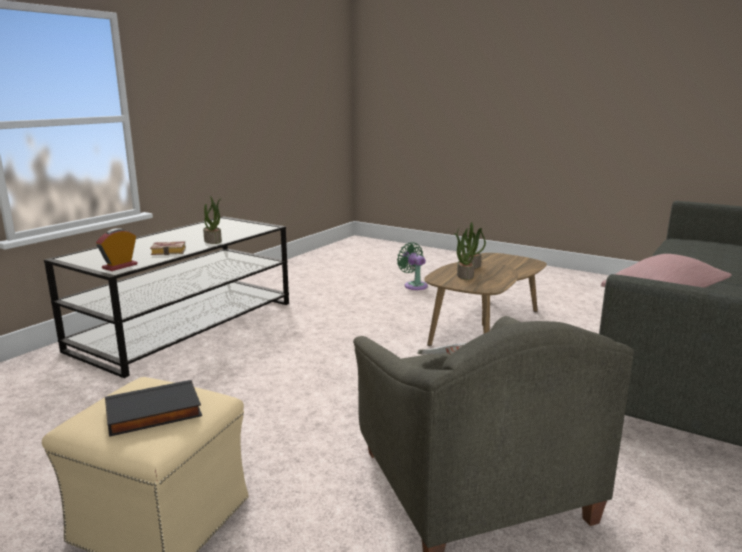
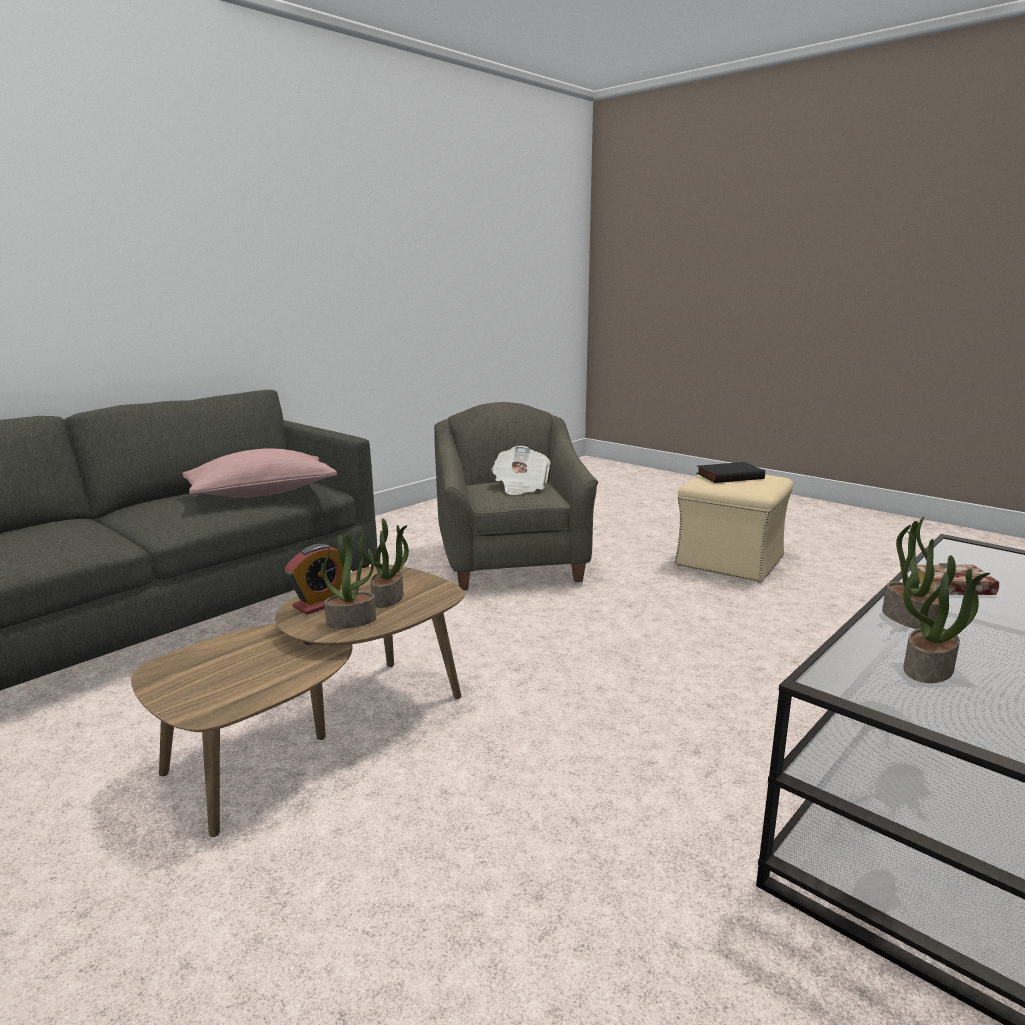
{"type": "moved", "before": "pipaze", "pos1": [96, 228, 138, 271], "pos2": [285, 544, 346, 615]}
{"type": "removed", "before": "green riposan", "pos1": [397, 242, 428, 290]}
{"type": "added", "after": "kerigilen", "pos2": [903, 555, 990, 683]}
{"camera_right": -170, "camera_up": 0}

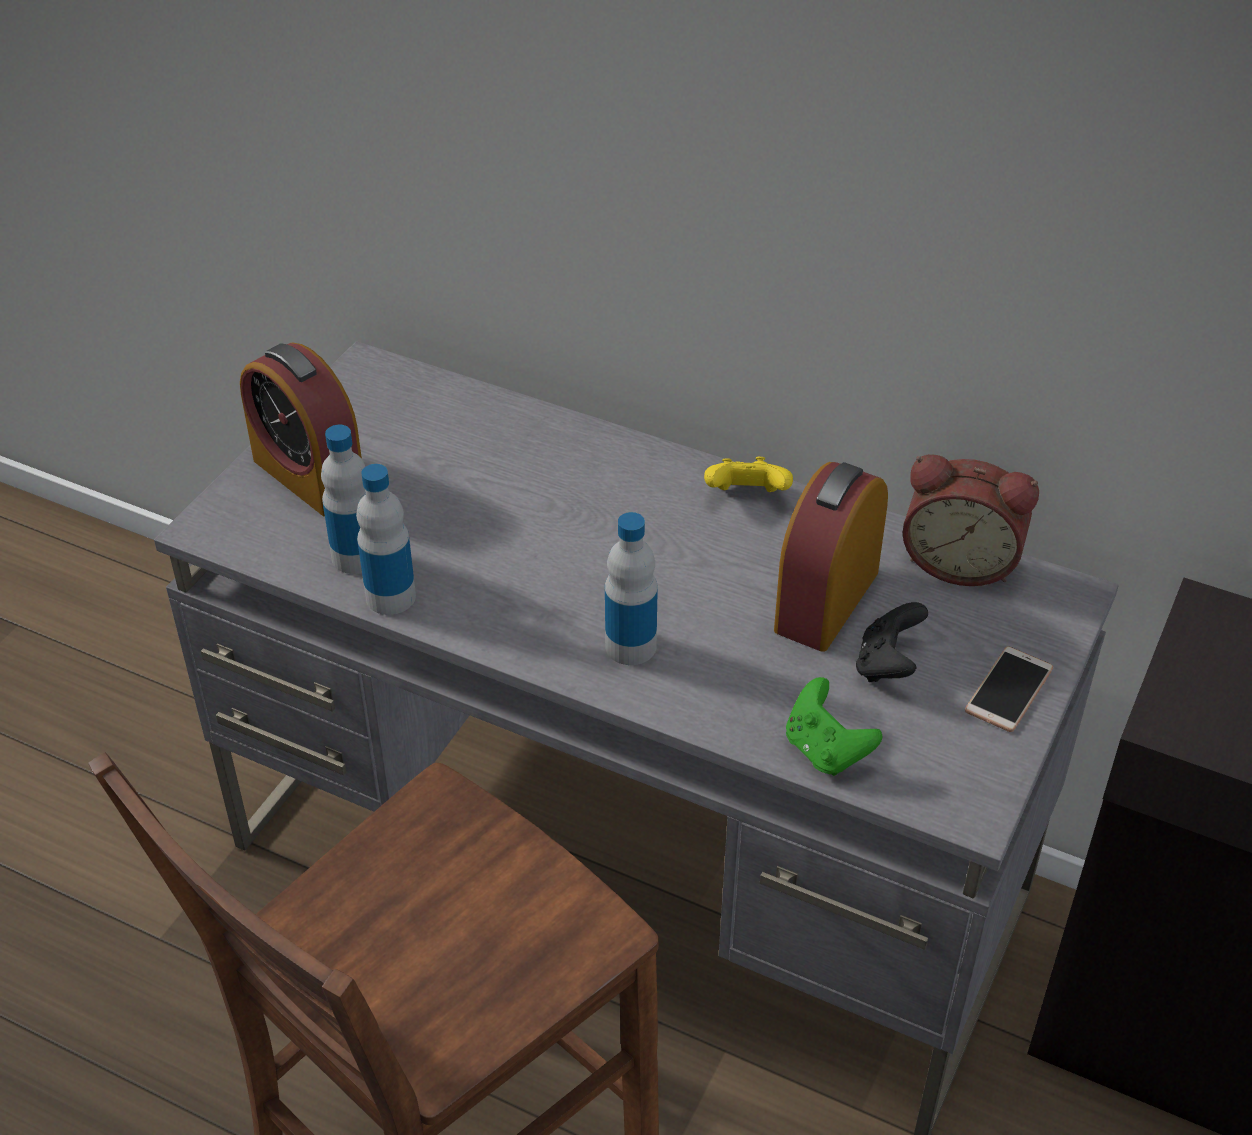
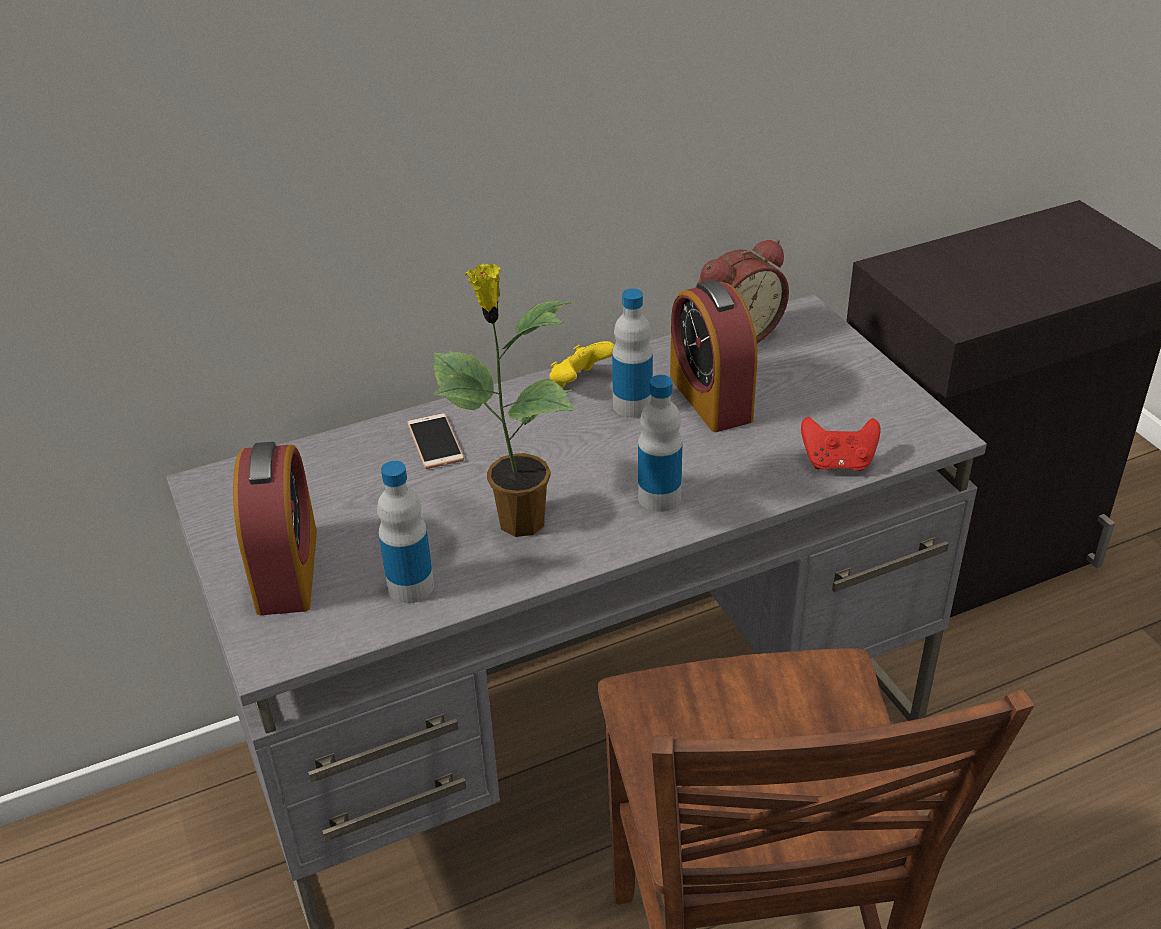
{"type": "turned", "before": "pipaze", "pos1": [240, 342, 362, 517], "pos2": [233, 442, 317, 615], "turn": -90}
{"type": "moved", "before": "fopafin", "pos1": [356, 464, 416, 615], "pos2": [612, 288, 653, 418]}
{"type": "recoloured", "before": "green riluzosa", "after": "red riluzosa", "pos1": [786, 677, 882, 776], "pos2": [801, 417, 880, 471]}
{"type": "removed", "before": "black riluzosa", "pos1": [856, 602, 928, 682]}
{"type": "moved", "before": "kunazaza", "pos1": [965, 646, 1053, 732], "pos2": [407, 413, 464, 469]}
{"type": "added", "after": "kerigilen", "pos2": [432, 263, 576, 537]}
{"camera_right": -50, "camera_up": -5}

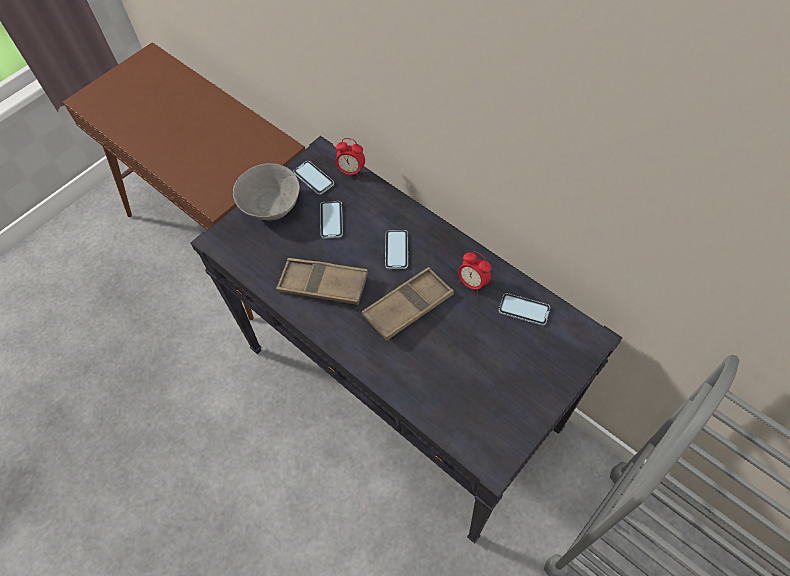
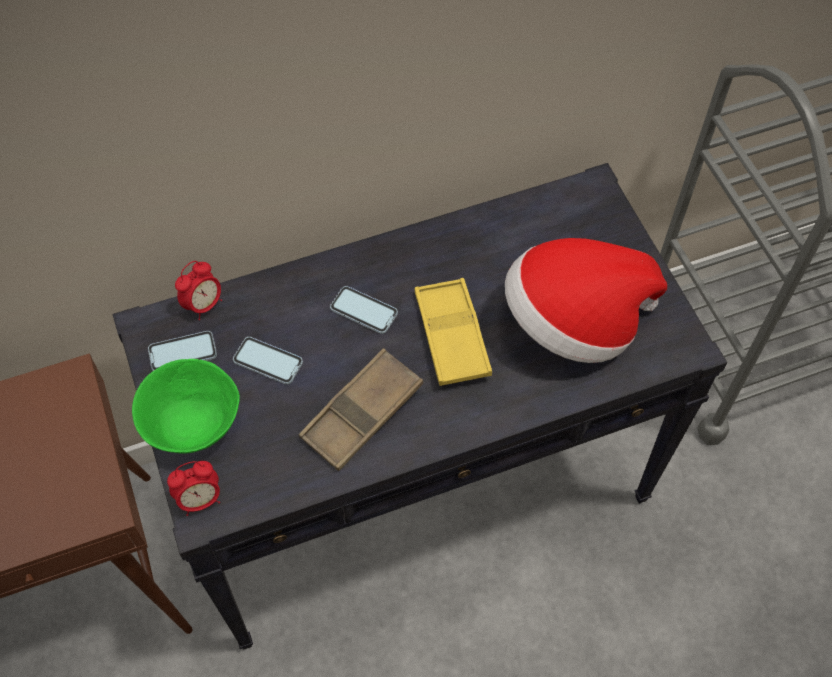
{"type": "recoloured", "before": "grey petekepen", "after": "green petekepen", "pos1": [233, 163, 300, 221], "pos2": [132, 359, 240, 454]}
{"type": "recoloured", "before": "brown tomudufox", "after": "yellow tomudufox", "pos1": [362, 267, 454, 341], "pos2": [415, 278, 492, 386]}
{"type": "moved", "before": "pipaze", "pos1": [458, 251, 492, 294], "pos2": [167, 461, 220, 516]}
{"type": "removed", "before": "kunazaza", "pos1": [499, 293, 550, 326]}
{"type": "added", "after": "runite", "pos2": [505, 238, 667, 363]}
{"camera_right": -65, "camera_up": 0}

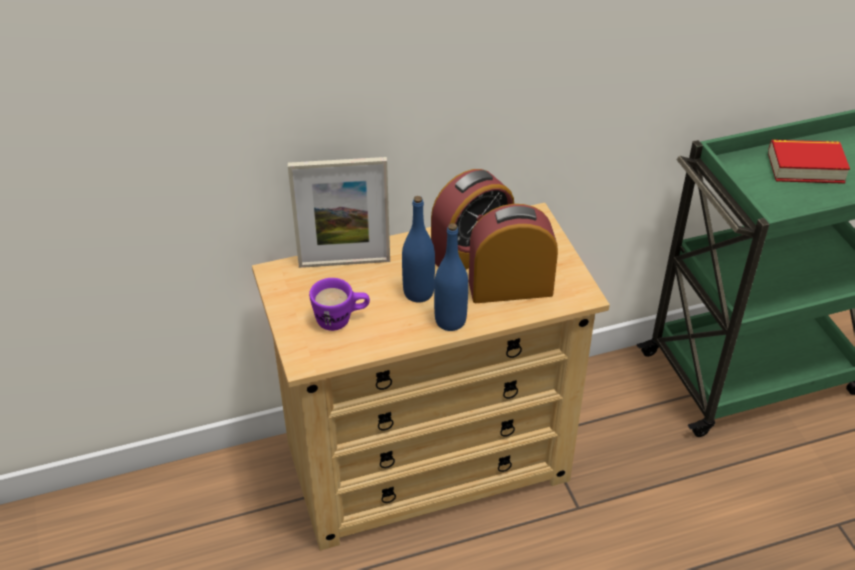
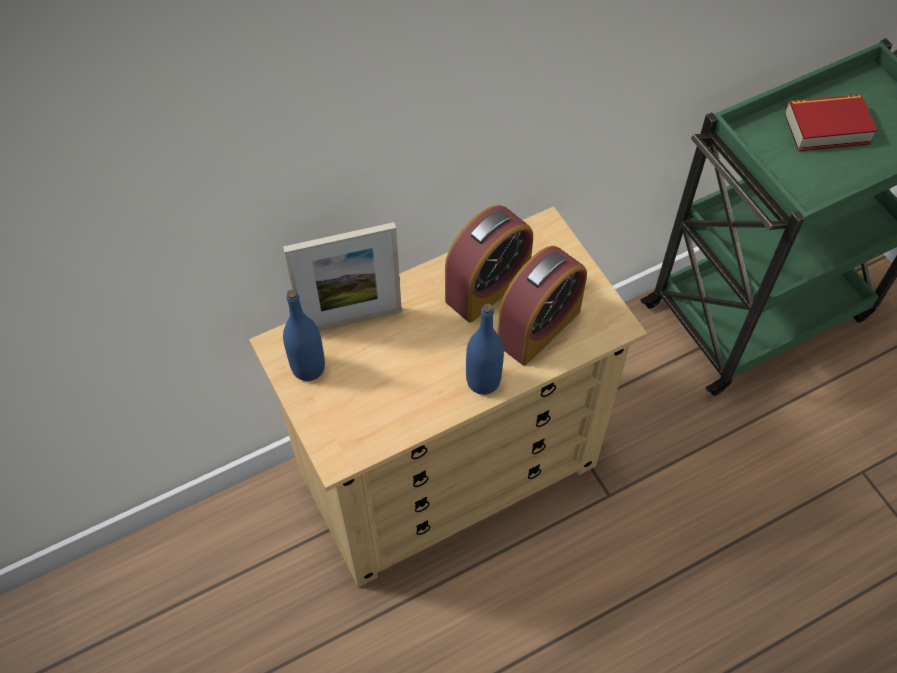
{"type": "removed", "before": "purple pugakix", "pos1": [309, 278, 370, 331]}
{"type": "moved", "before": "blue fopafin", "pos1": [402, 196, 435, 303], "pos2": [283, 289, 325, 381]}
{"type": "turned", "before": "pipaze", "pos1": [469, 204, 558, 303], "pos2": [498, 246, 587, 366], "turn": 150}
{"camera_right": -10, "camera_up": 15}

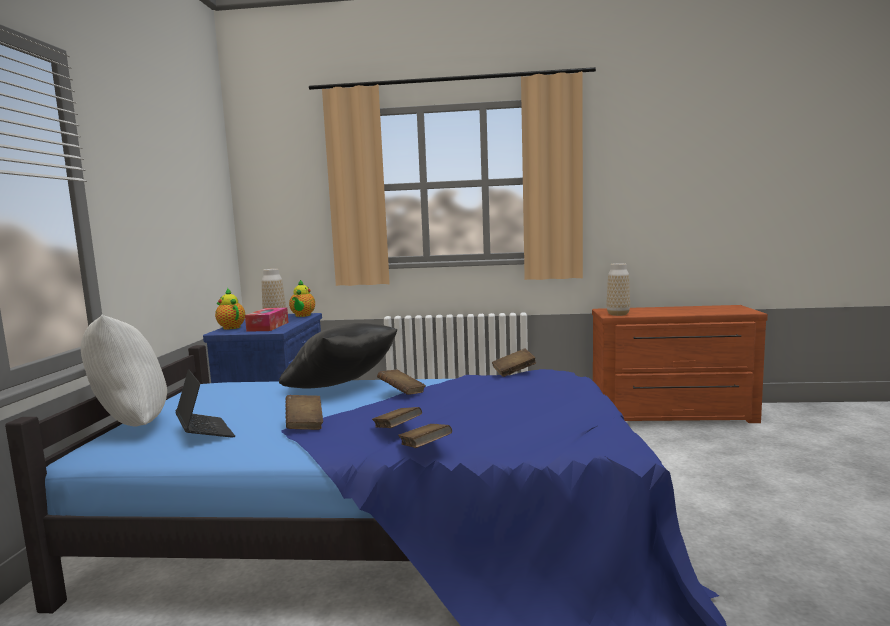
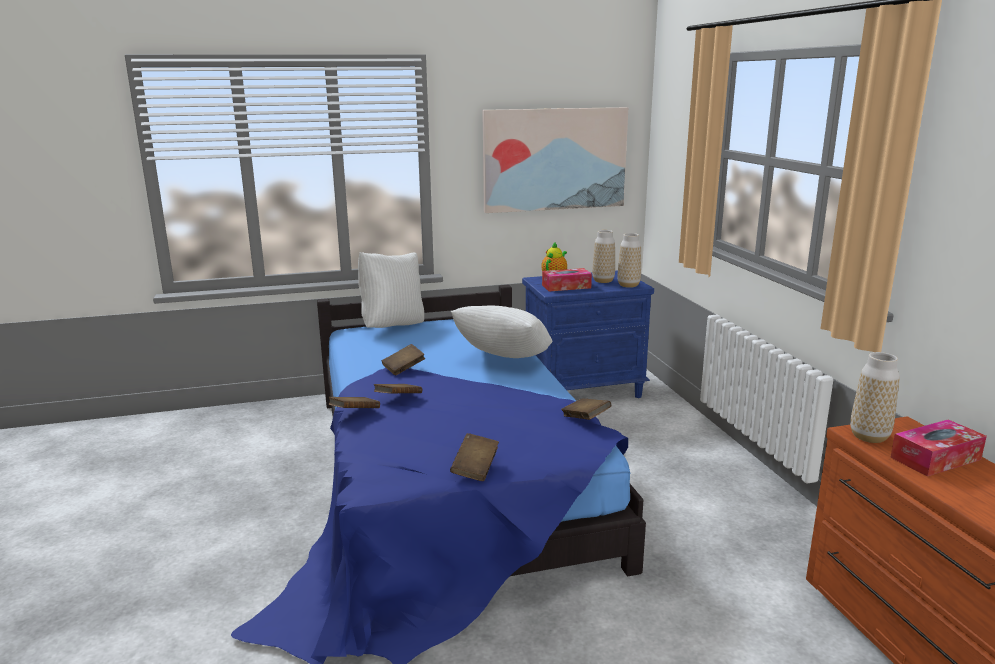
{"type": "removed", "before": "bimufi", "pos1": [175, 369, 235, 438]}
{"type": "recoloured", "before": "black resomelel", "after": "white resomelel", "pos1": [279, 323, 397, 389], "pos2": [450, 306, 552, 358]}
{"type": "replaced", "before": "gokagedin", "after": "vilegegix", "pos1": [289, 280, 315, 317], "pos2": [618, 233, 641, 288]}
{"type": "moved", "before": "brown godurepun", "pos1": [377, 369, 426, 395], "pos2": [450, 433, 499, 481]}
{"type": "added", "after": "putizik", "pos2": [482, 107, 628, 213]}
{"type": "added", "after": "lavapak", "pos2": [891, 420, 987, 476]}
{"camera_right": 70, "camera_up": 10}

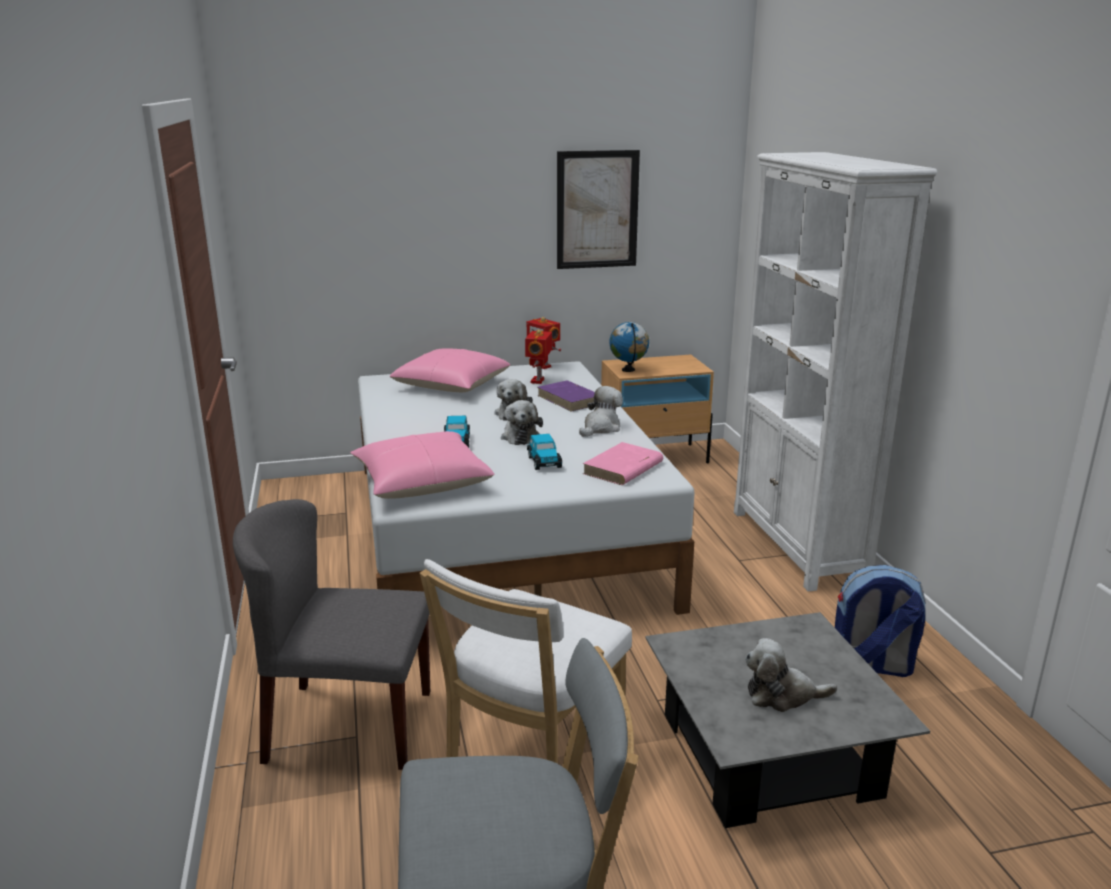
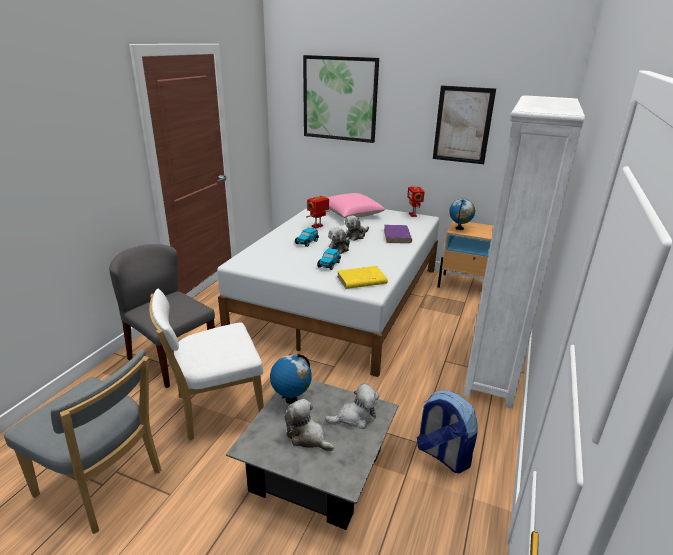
{"type": "removed", "before": "pink resomelel", "pos1": [350, 431, 495, 499]}
{"type": "moved", "before": "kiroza", "pos1": [525, 330, 552, 384], "pos2": [306, 196, 330, 228]}
{"type": "moved", "before": "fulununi", "pos1": [579, 386, 623, 437], "pos2": [325, 383, 379, 429]}
{"type": "recoloured", "before": "pink godurepun", "after": "yellow godurepun", "pos1": [583, 442, 663, 485], "pos2": [337, 266, 388, 289]}
{"type": "added", "after": "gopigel", "pos2": [270, 354, 312, 404]}
{"type": "added", "after": "putizik", "pos2": [303, 55, 379, 143]}
{"camera_right": 35, "camera_up": 5}

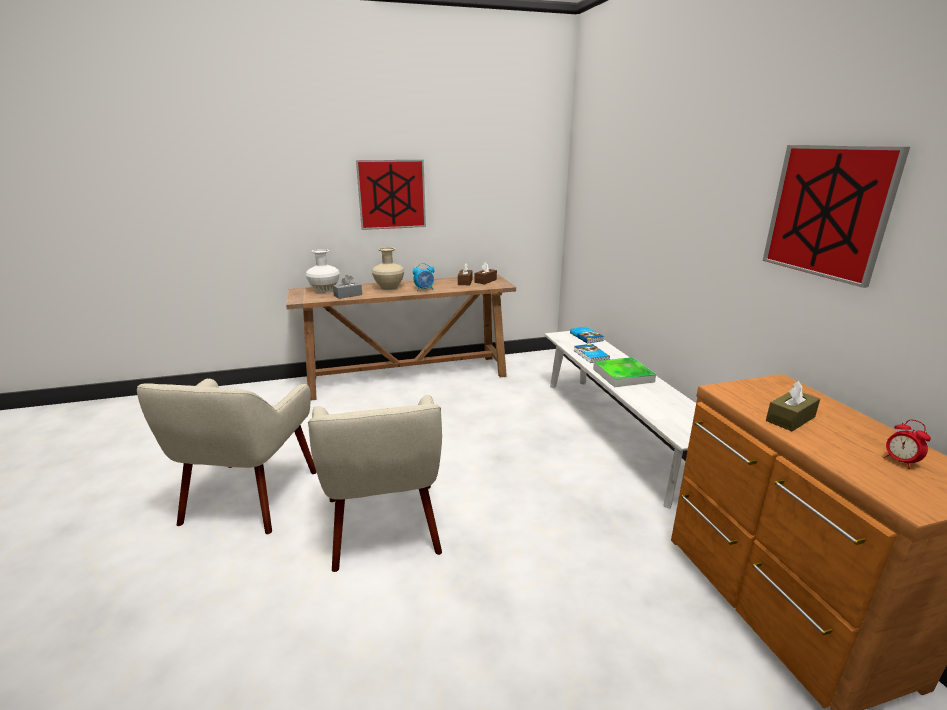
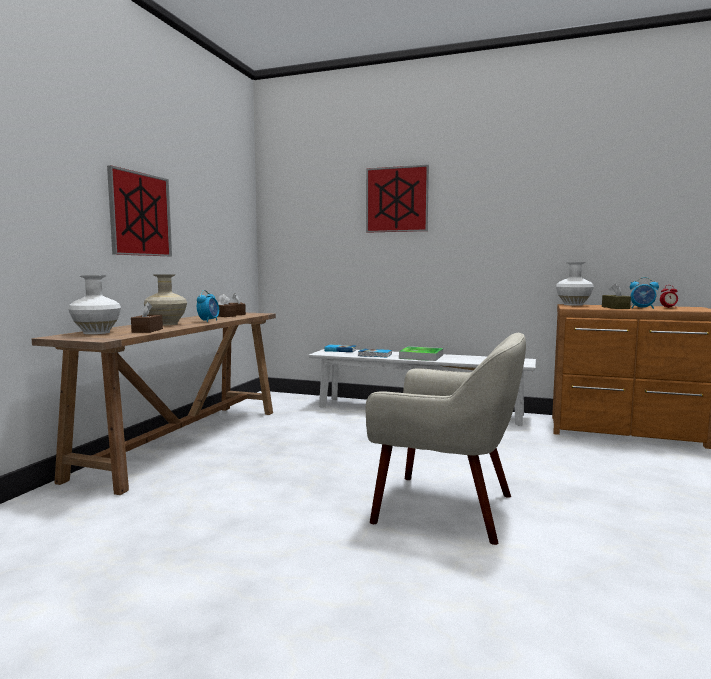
{"type": "removed", "before": "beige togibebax", "pos1": [137, 379, 317, 534]}
{"type": "recoloured", "before": "grey lavapak", "after": "brown lavapak", "pos1": [333, 275, 362, 299], "pos2": [131, 302, 163, 333]}
{"type": "moved", "before": "putizik", "pos1": [763, 145, 910, 288], "pos2": [366, 165, 429, 233]}
{"type": "added", "after": "white vilegegix", "pos2": [556, 262, 594, 306]}
{"type": "added", "after": "pipaze", "pos2": [630, 277, 659, 309]}
{"camera_right": -55, "camera_up": -15}

